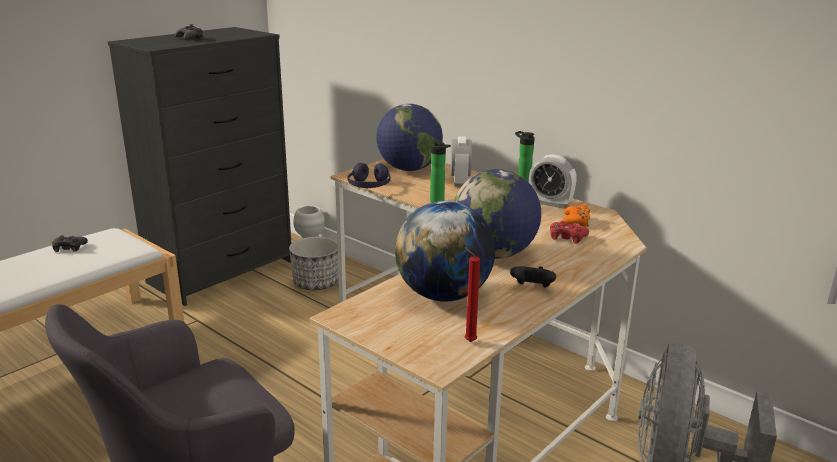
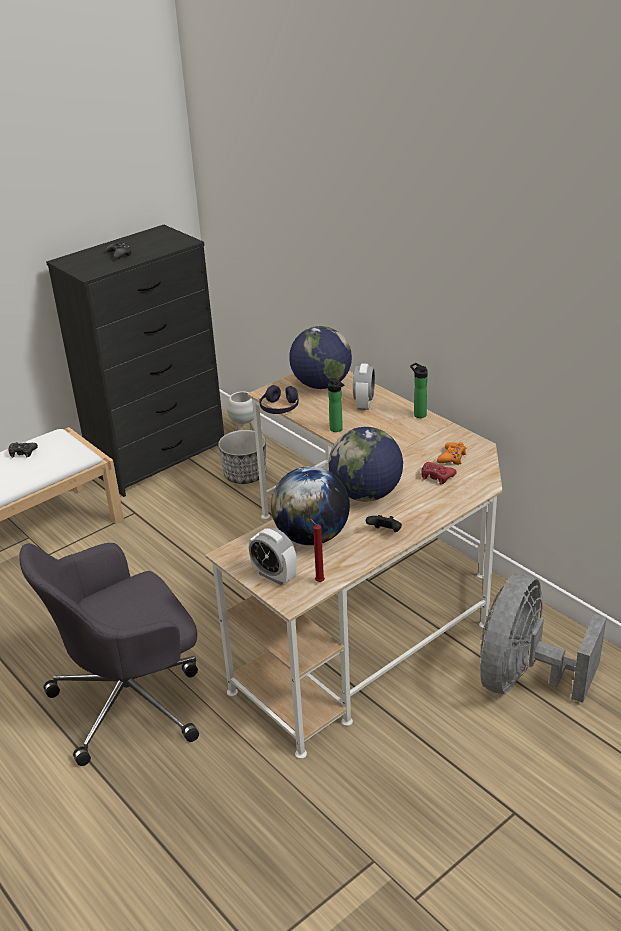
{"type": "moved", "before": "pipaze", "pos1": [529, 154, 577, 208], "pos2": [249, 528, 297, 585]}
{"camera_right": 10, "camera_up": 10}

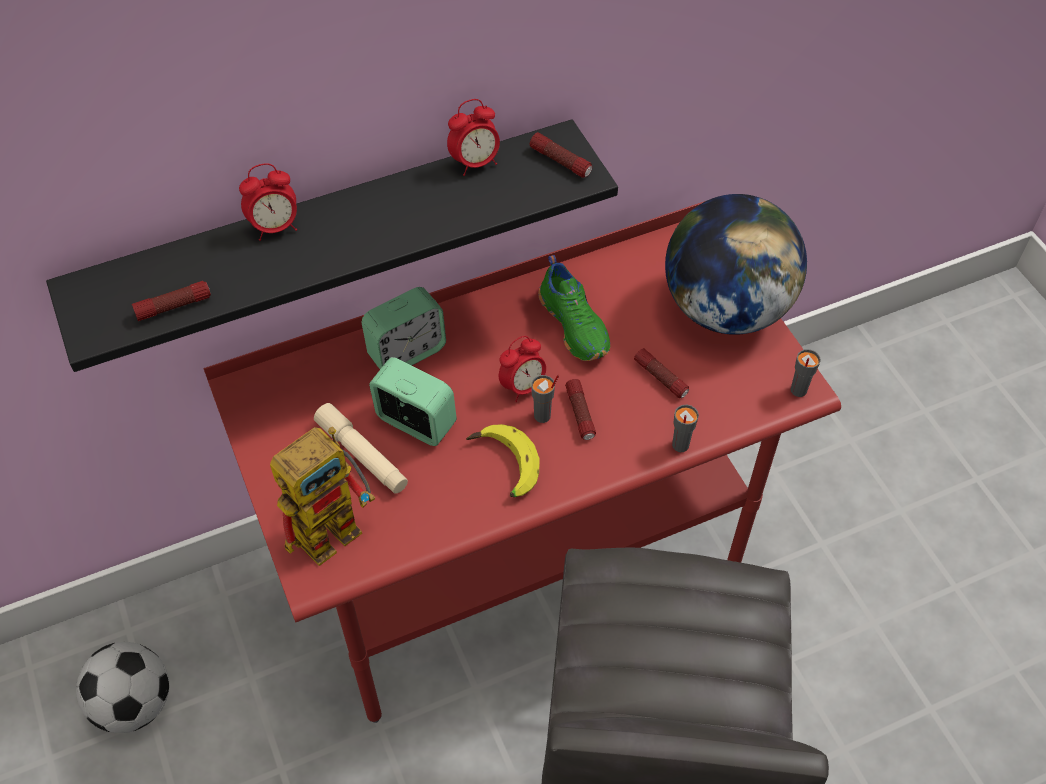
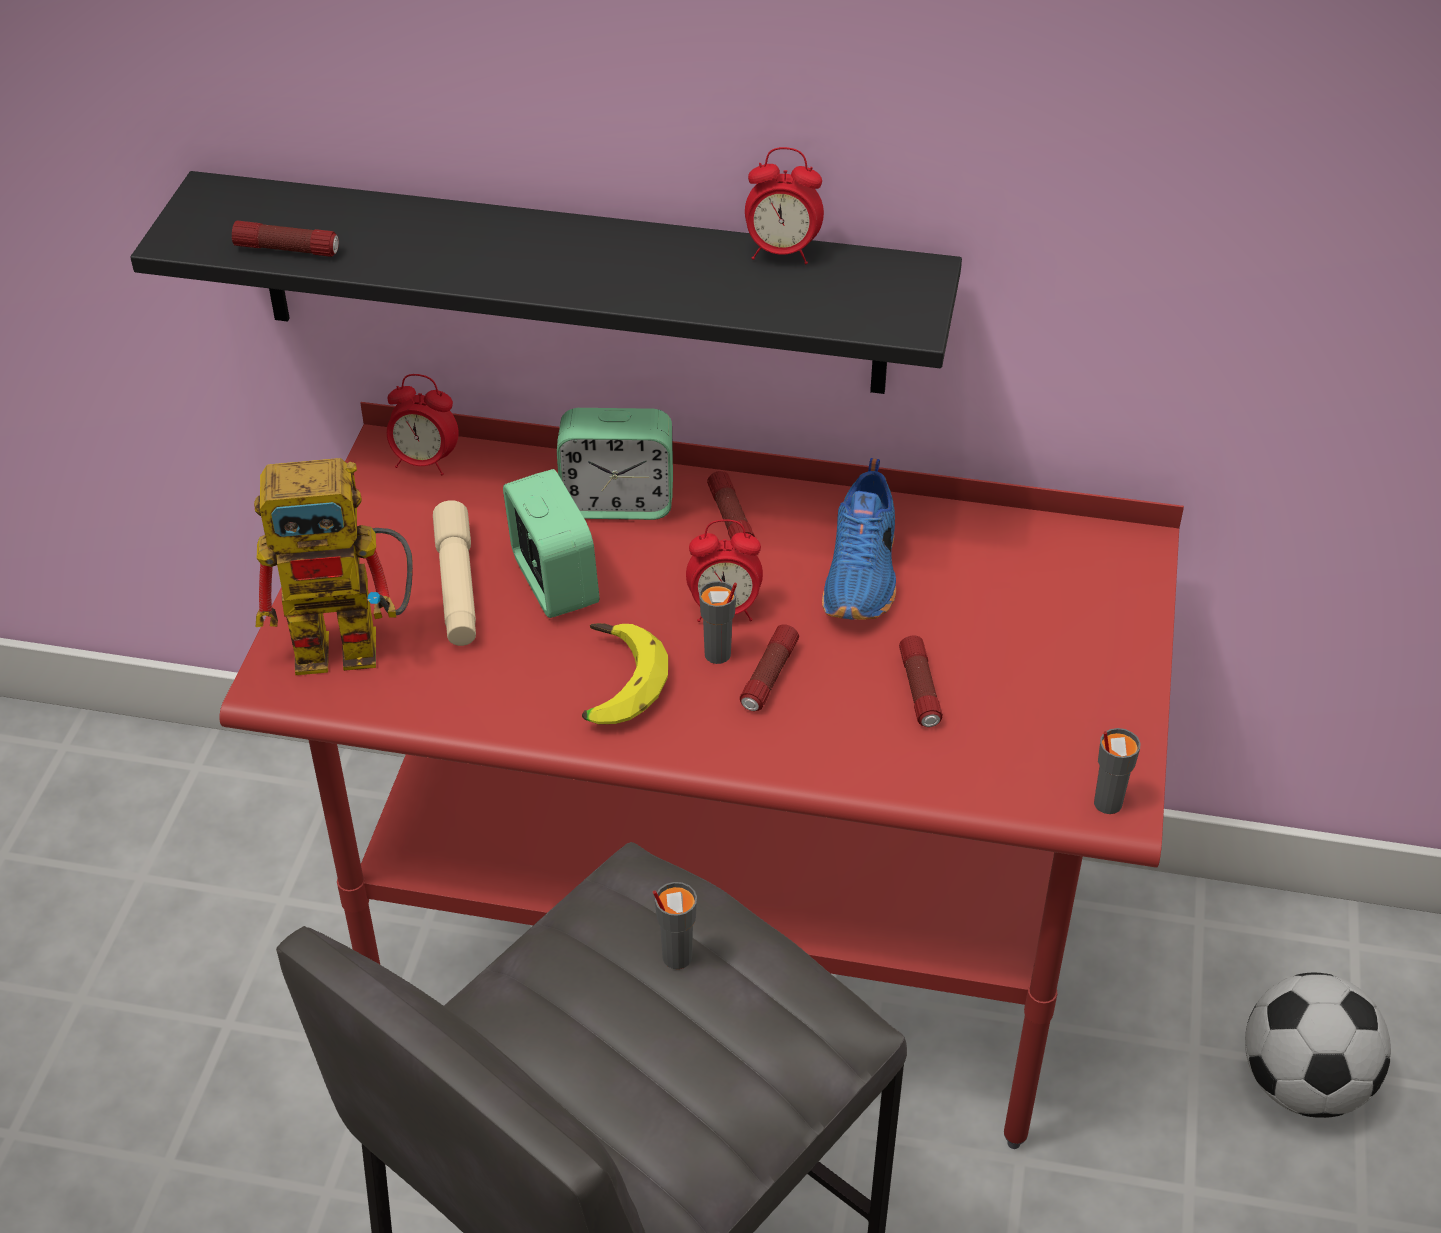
{"type": "moved", "before": "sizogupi", "pos1": [76, 642, 169, 733], "pos2": [1245, 973, 1391, 1118]}
{"type": "moved", "before": "pipaze", "pos1": [239, 163, 297, 241], "pos2": [387, 374, 459, 475]}
{"type": "moved", "before": "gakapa", "pos1": [530, 132, 592, 178], "pos2": [707, 471, 755, 539]}
{"type": "recoloured", "before": "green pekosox", "after": "blue pekosox", "pos1": [538, 255, 610, 361], "pos2": [822, 458, 896, 620]}
{"type": "removed", "before": "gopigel", "pos1": [665, 194, 807, 335]}
{"type": "moved", "before": "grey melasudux", "pos1": [672, 405, 699, 452], "pos2": [653, 882, 697, 969]}
{"camera_right": 35, "camera_up": -10}

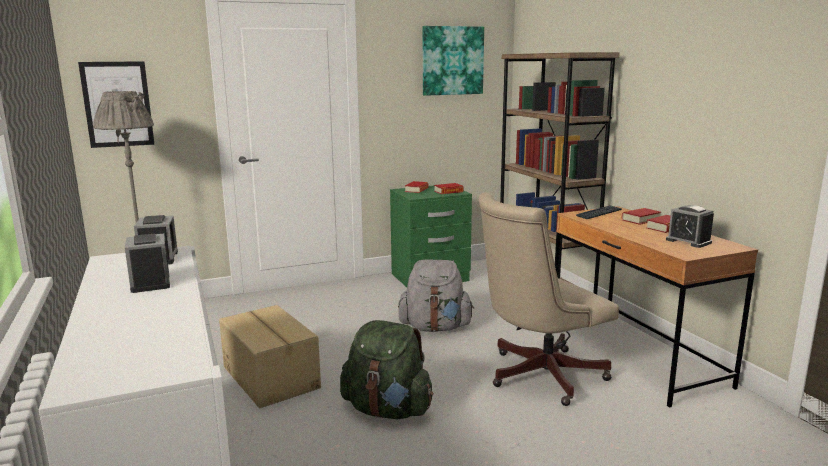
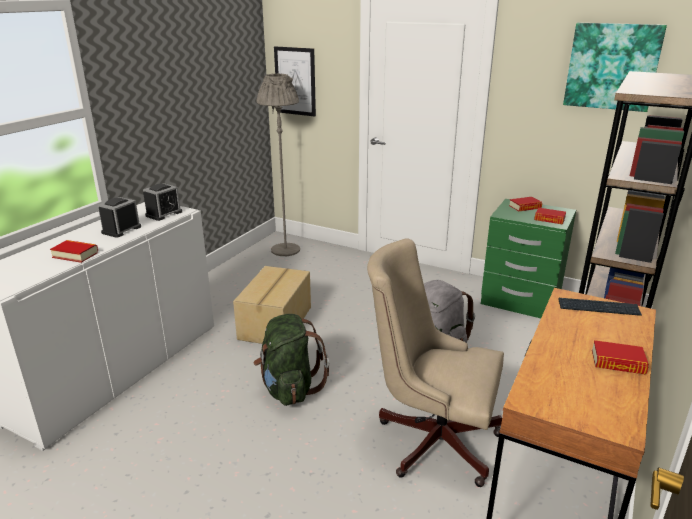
{"type": "moved", "before": "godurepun", "pos1": [622, 208, 661, 225], "pos2": [50, 240, 98, 263]}
{"type": "removed", "before": "pipaze", "pos1": [666, 205, 714, 248]}
{"camera_right": 50, "camera_up": 10}

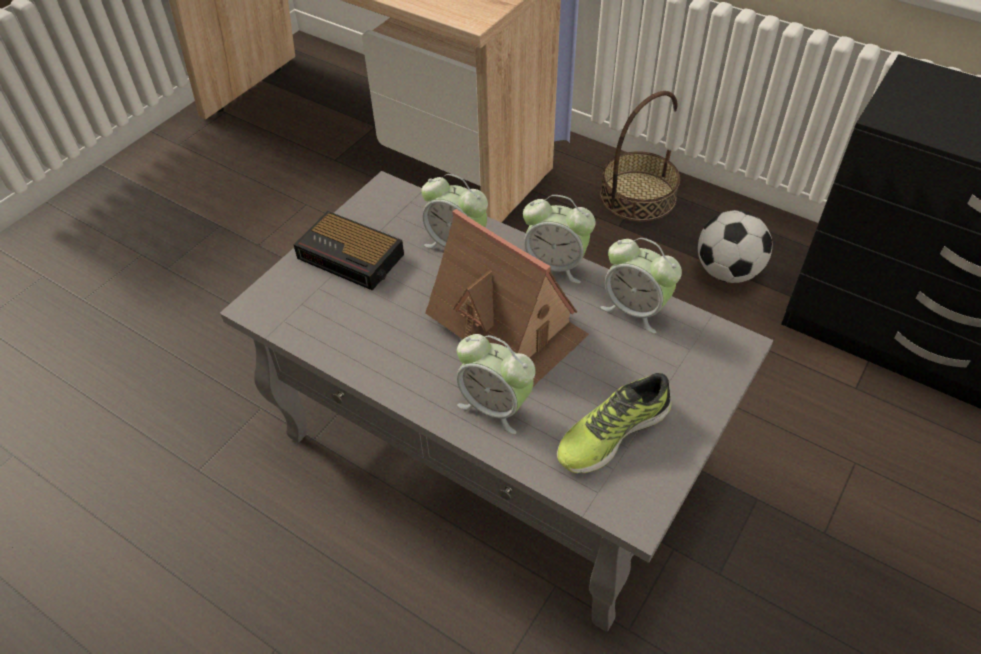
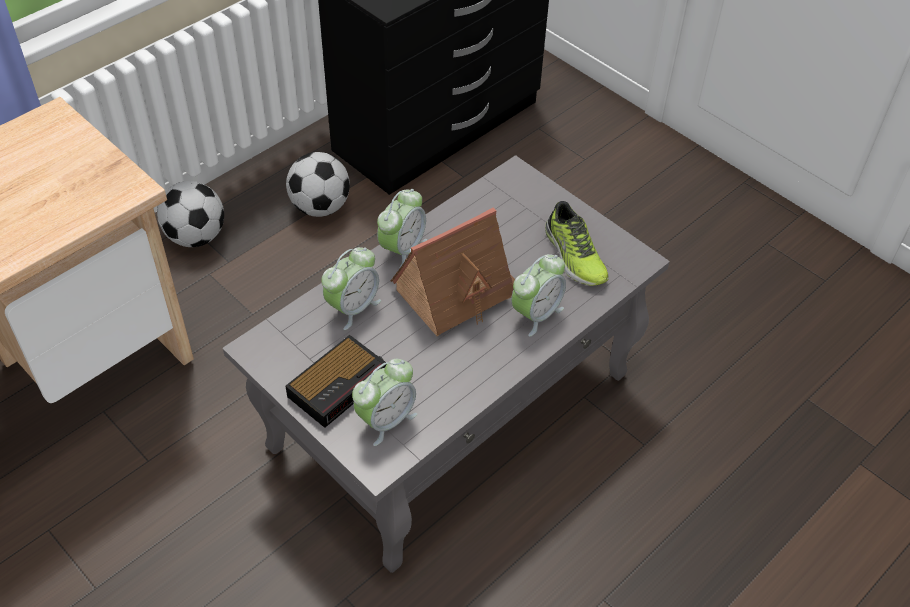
{"type": "replaced", "before": "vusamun", "after": "sizogupi", "pos1": [600, 91, 680, 221], "pos2": [157, 181, 224, 247]}
{"type": "moved", "before": "pipaze", "pos1": [600, 238, 682, 334], "pos2": [352, 359, 417, 446]}
{"camera_right": -80, "camera_up": 0}

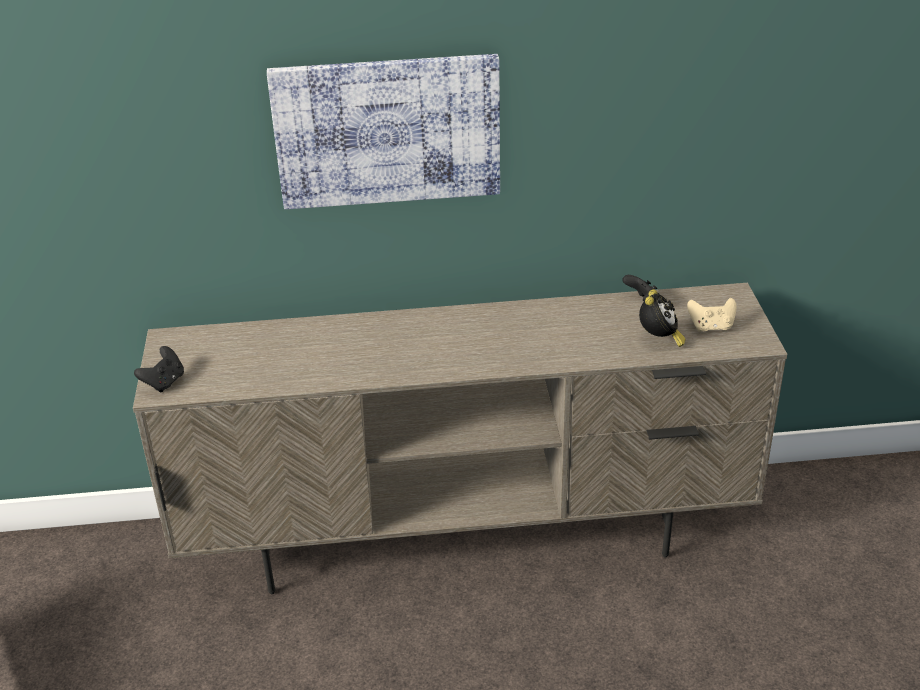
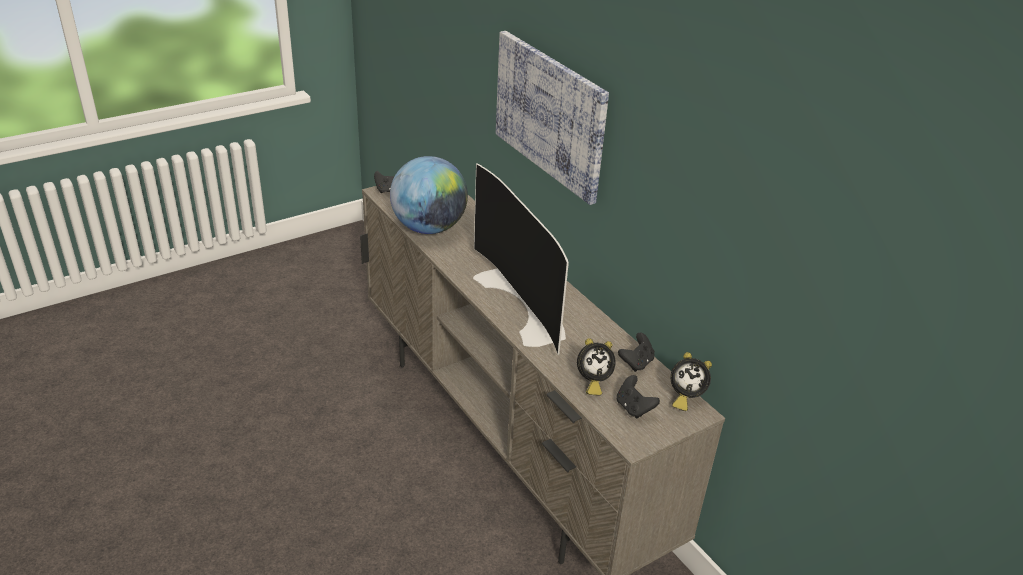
{"type": "recoloured", "before": "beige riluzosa", "after": "black riluzosa", "pos1": [687, 298, 736, 332], "pos2": [617, 375, 660, 418]}
{"type": "added", "after": "gopigel", "pos2": [390, 156, 468, 234]}
{"type": "added", "after": "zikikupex", "pos2": [473, 163, 569, 355]}
{"type": "added", "after": "pipaze", "pos2": [670, 352, 712, 411]}
{"camera_right": 60, "camera_up": 0}

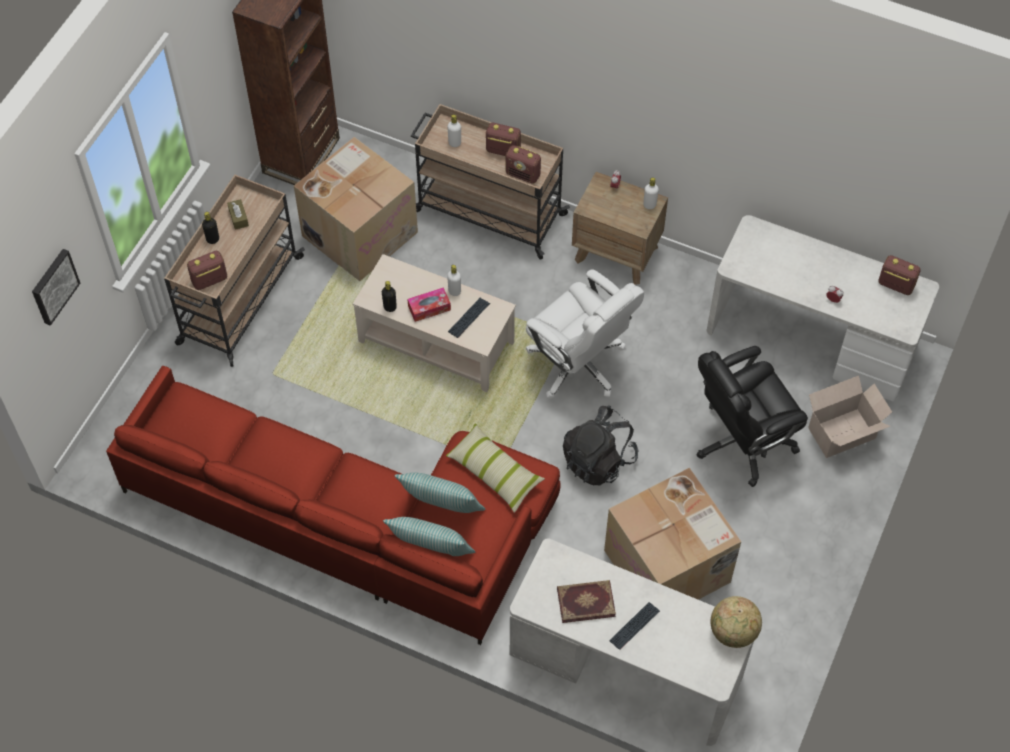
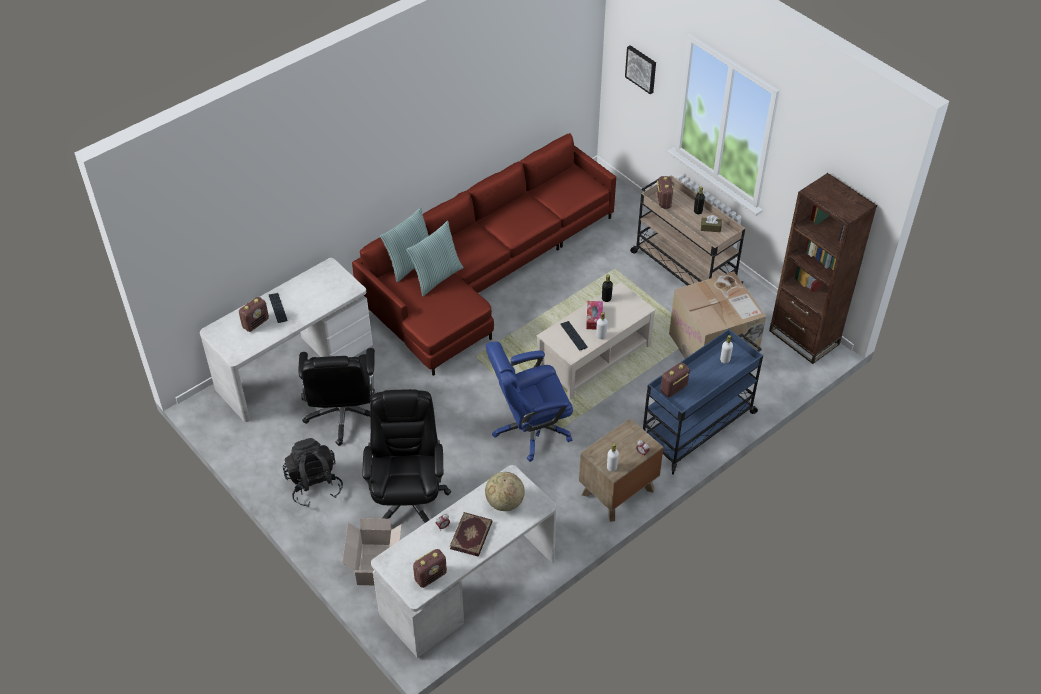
{"type": "recoloured", "before": "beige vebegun", "after": "blue vebegun", "pos1": [411, 104, 570, 260], "pos2": [643, 329, 763, 475]}
{"type": "removed", "before": "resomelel", "pos1": [446, 423, 545, 513]}
{"type": "moved", "before": "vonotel", "pos1": [486, 123, 521, 156], "pos2": [239, 297, 269, 332]}
{"type": "recoloured", "before": "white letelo", "after": "blue letelo", "pos1": [526, 269, 644, 399], "pos2": [486, 341, 573, 462]}
{"type": "moved", "before": "godurepun", "pos1": [557, 580, 616, 623], "pos2": [450, 512, 493, 557]}
{"type": "moved", "before": "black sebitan", "pos1": [563, 405, 639, 485], "pos2": [283, 438, 343, 507]}
{"type": "replaced", "before": "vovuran", "after": "black letelo", "pos1": [604, 467, 741, 600], "pos2": [299, 348, 375, 446]}
{"type": "moved", "before": "gopigel", "pos1": [711, 596, 762, 648], "pos2": [485, 472, 525, 511]}
{"camera_right": 115, "camera_up": -10}

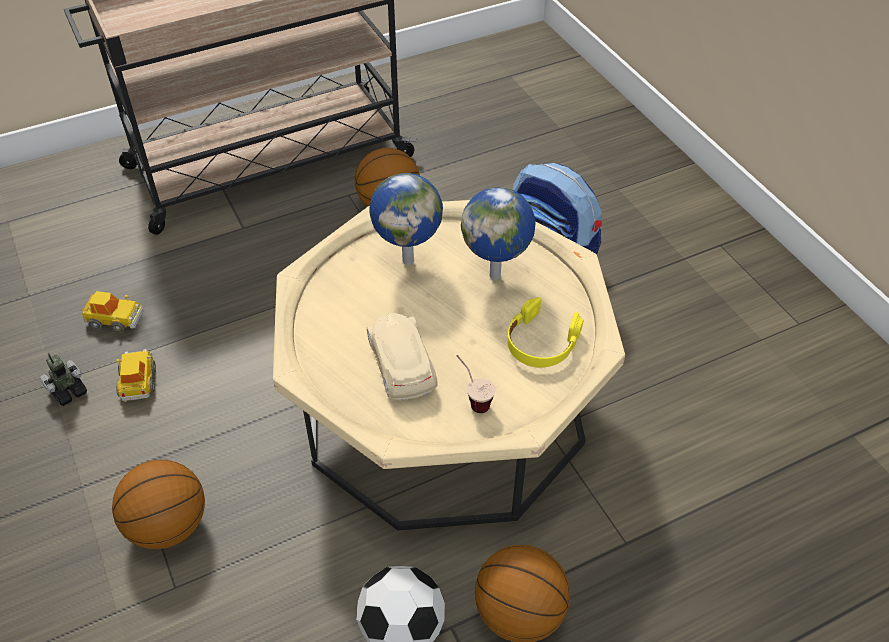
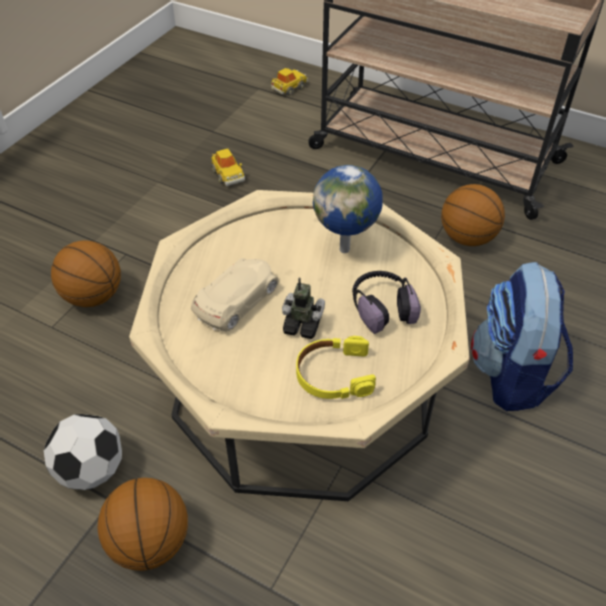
{"type": "moved", "before": "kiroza", "pos1": [40, 353, 87, 406], "pos2": [282, 278, 325, 339]}
{"type": "moved", "before": "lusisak", "pos1": [116, 349, 156, 402], "pos2": [271, 68, 308, 96]}
{"type": "removed", "before": "melasudux", "pos1": [456, 355, 495, 413]}
{"type": "replaced", "before": "gopigel", "after": "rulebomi", "pos1": [461, 187, 535, 280], "pos2": [352, 271, 421, 334]}
{"camera_right": 55, "camera_up": 0}

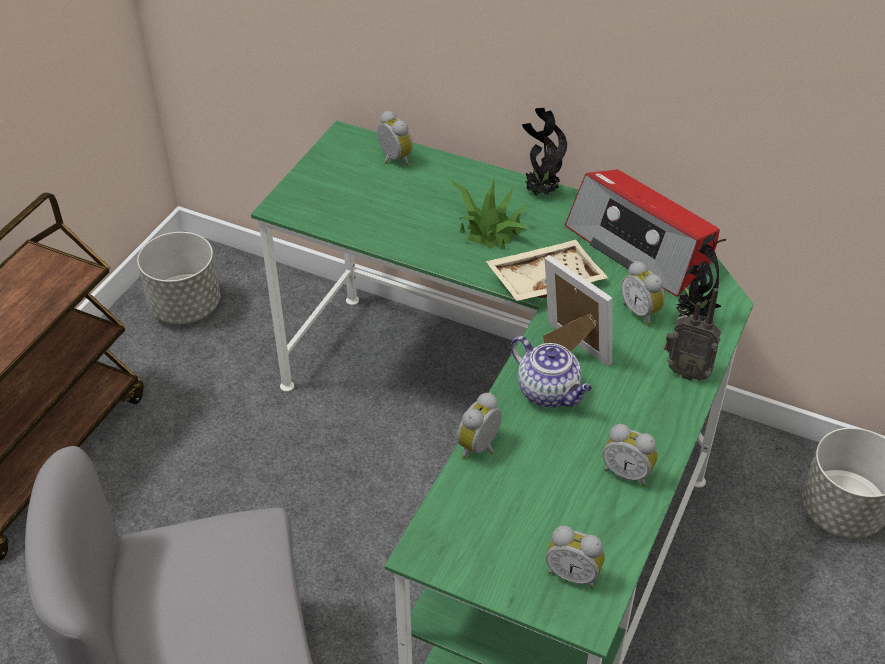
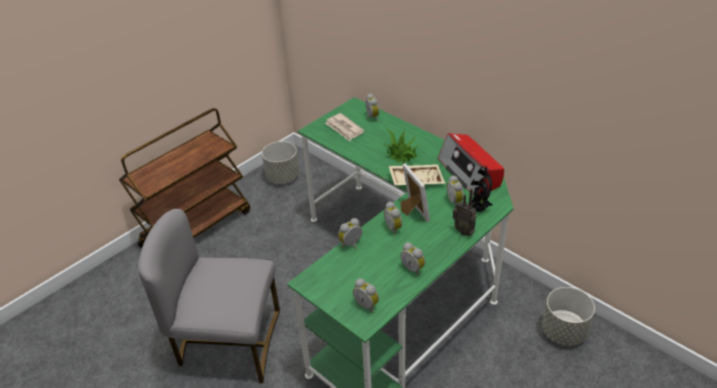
{"type": "replaced", "before": "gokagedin", "after": "pipaze", "pos1": [511, 336, 592, 407], "pos2": [384, 201, 402, 235]}
{"type": "removed", "before": "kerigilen", "pos1": [522, 108, 567, 195]}
{"type": "added", "after": "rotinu", "pos2": [325, 113, 364, 141]}
{"camera_right": 20, "camera_up": -5}

